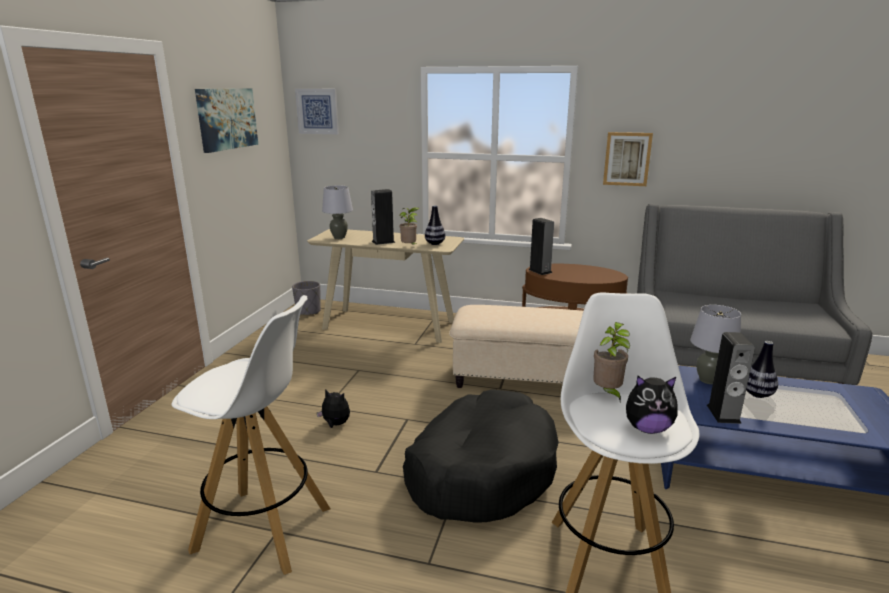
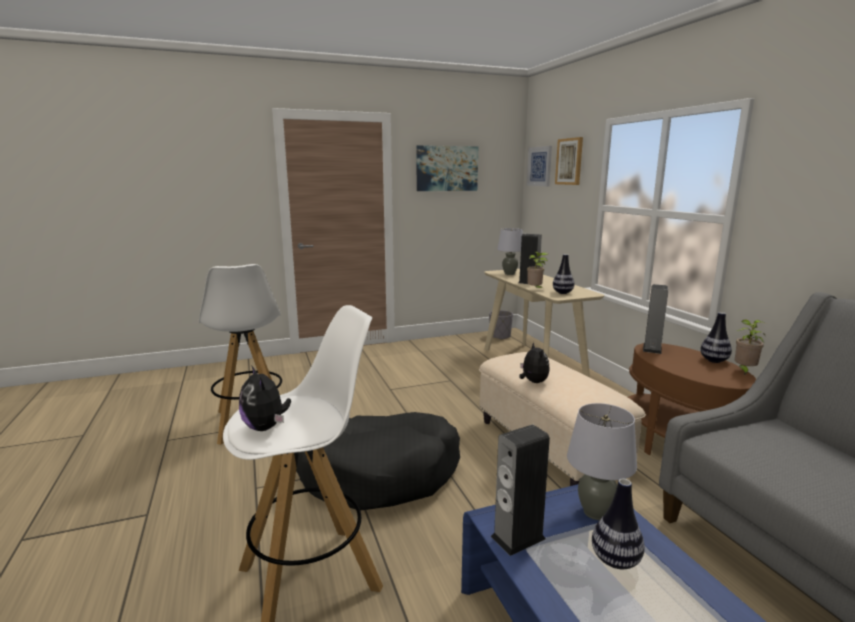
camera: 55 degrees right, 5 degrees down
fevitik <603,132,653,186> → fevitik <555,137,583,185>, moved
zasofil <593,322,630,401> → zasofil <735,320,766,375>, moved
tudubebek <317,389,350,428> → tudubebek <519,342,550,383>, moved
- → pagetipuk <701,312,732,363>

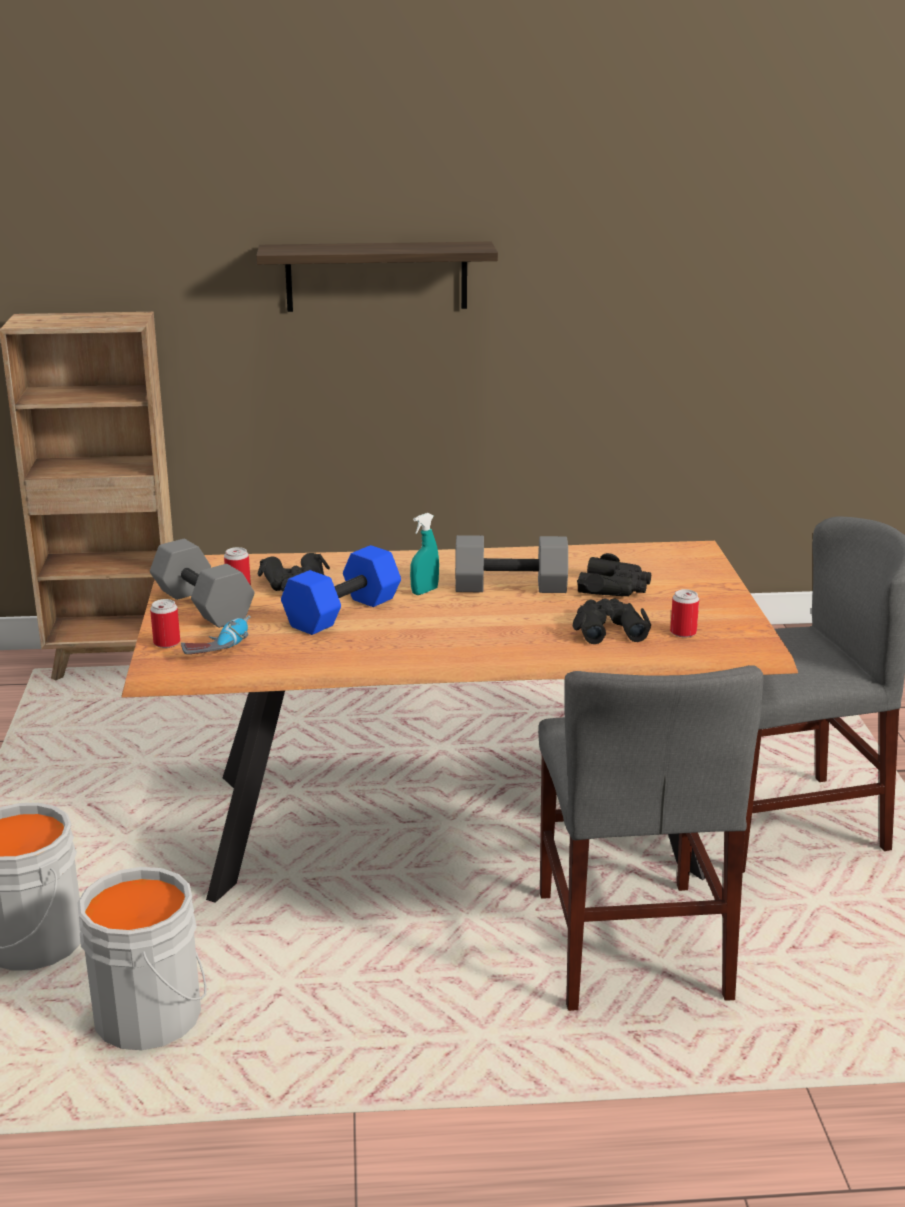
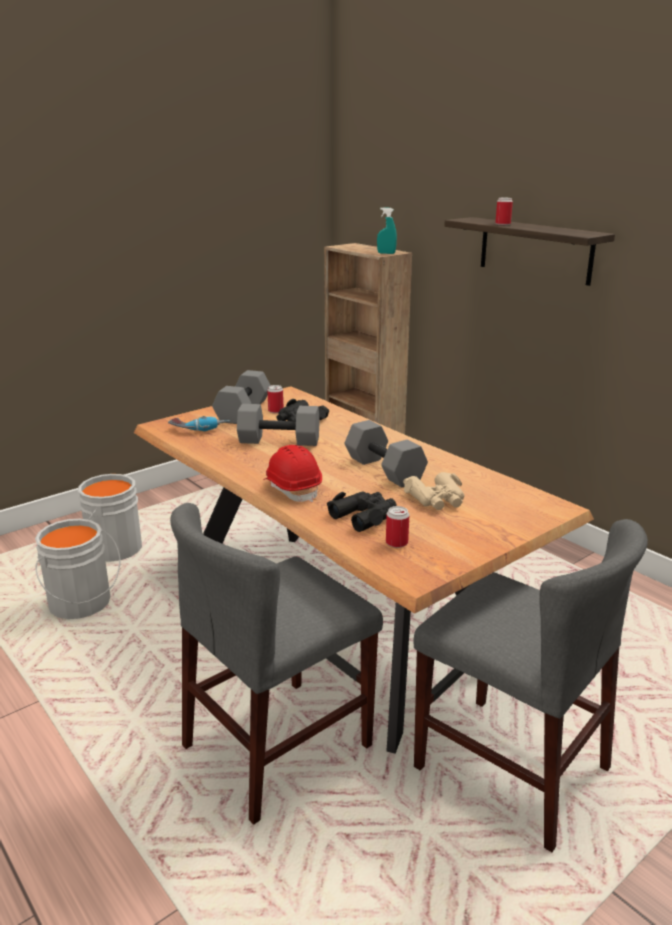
camera: 55 degrees right, 0 degrees up
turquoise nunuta <410,513,439,595> → turquoise nunuta <377,207,397,254>, moved
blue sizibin <281,545,401,635> → grey sizibin <237,404,320,446>
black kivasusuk <577,553,651,596> → beige kivasusuk <403,472,464,510>
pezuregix <150,599,180,648> → pezuregix <495,198,513,225>, moved
- → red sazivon <263,445,322,502>

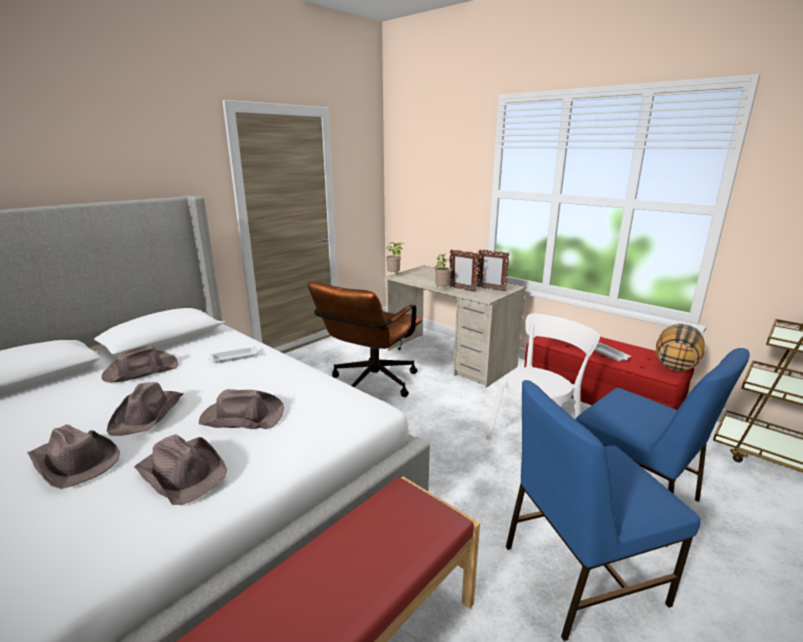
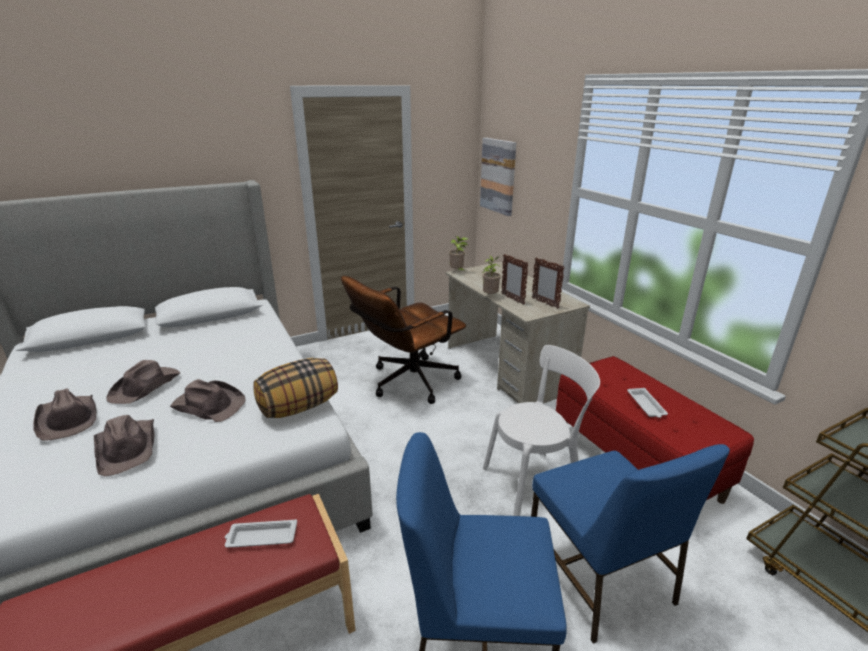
camera: 20 degrees right, 5 degrees up
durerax <656,324,705,371> → durerax <253,358,338,418>, moved
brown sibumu <102,345,178,383> → -
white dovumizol <208,346,258,364> → white dovumizol <225,519,297,548>, moved
- → fevitik <480,138,516,216>

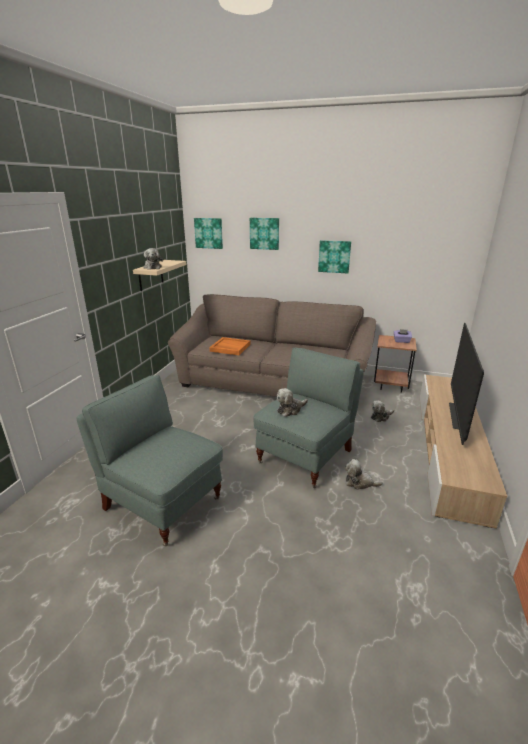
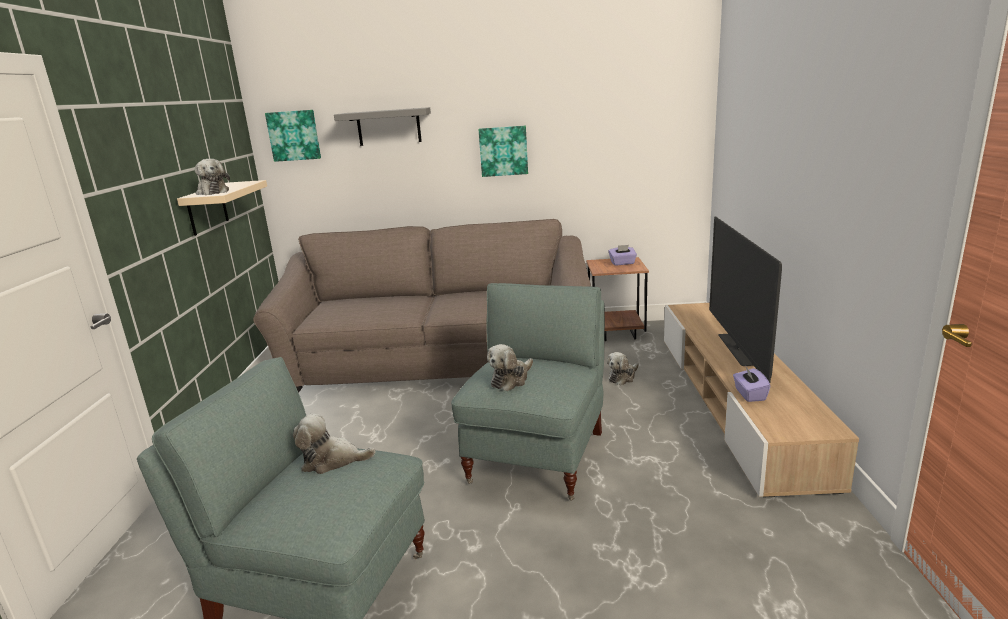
camera: 15 degrees left, 5 degrees down
fevitik <250,218,279,250> → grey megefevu <334,107,431,146>
orange dovumizol <209,337,250,355> → -
tudubebek <345,459,383,490> → tudubebek <293,414,376,474>, moved
- → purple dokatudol <733,365,771,402>

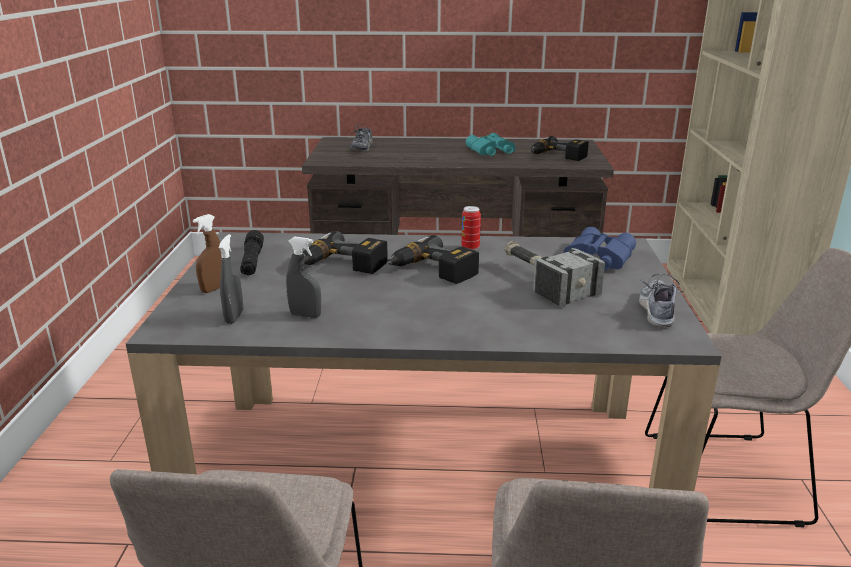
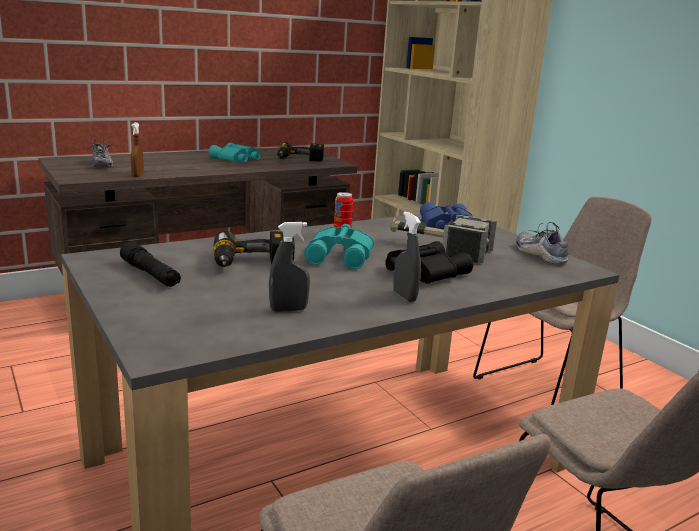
camera: 35 degrees left, 5 degrees down
brown nunuta <193,214,222,293> → brown nunuta <131,122,144,177>, moved
grey nunuta <218,234,243,324> → grey nunuta <393,211,421,302>, moved
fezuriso <386,235,479,284> → turquoise kivasusuk <304,224,374,269>
- → black kivasusuk <385,241,473,284>

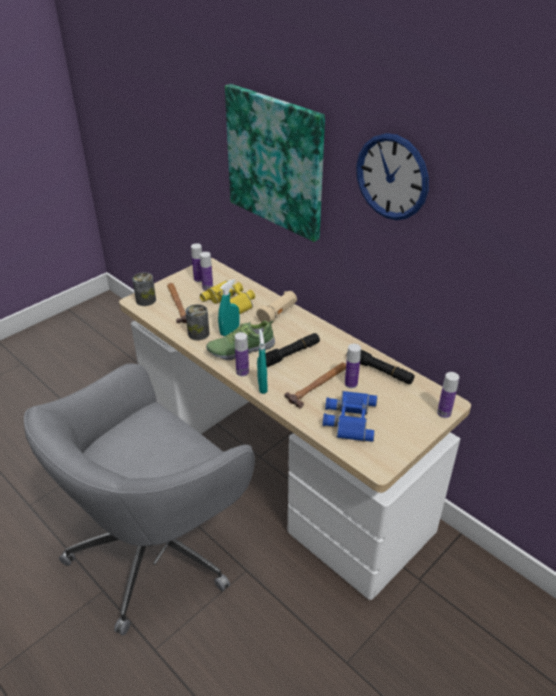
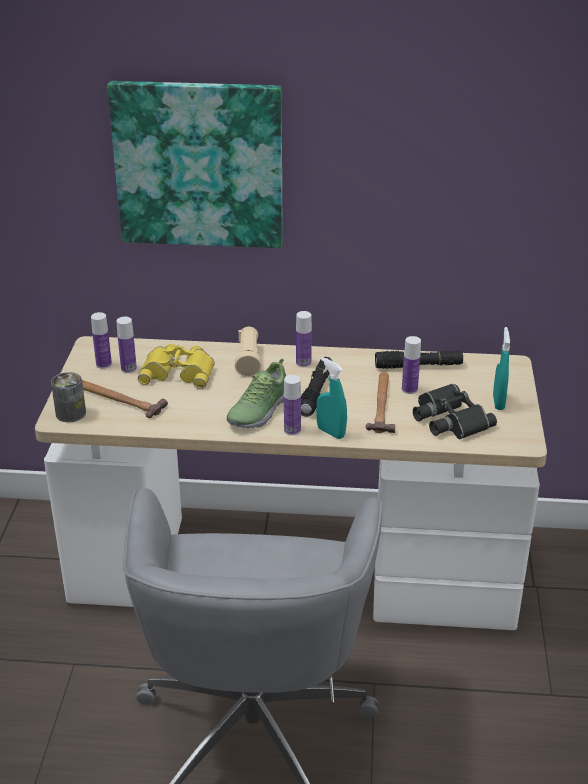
camera: 40 degrees left, 5 degrees down
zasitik <356,133,429,220> → -
turquoise nunuta <218,279,240,336> → turquoise nunuta <493,327,510,410>, moved
pezuregix <186,304,209,341> → -
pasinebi <437,372,459,418> → pasinebi <296,311,312,367>, moved
blue kivasusuk <323,391,377,442> → black kivasusuk <413,384,497,439>

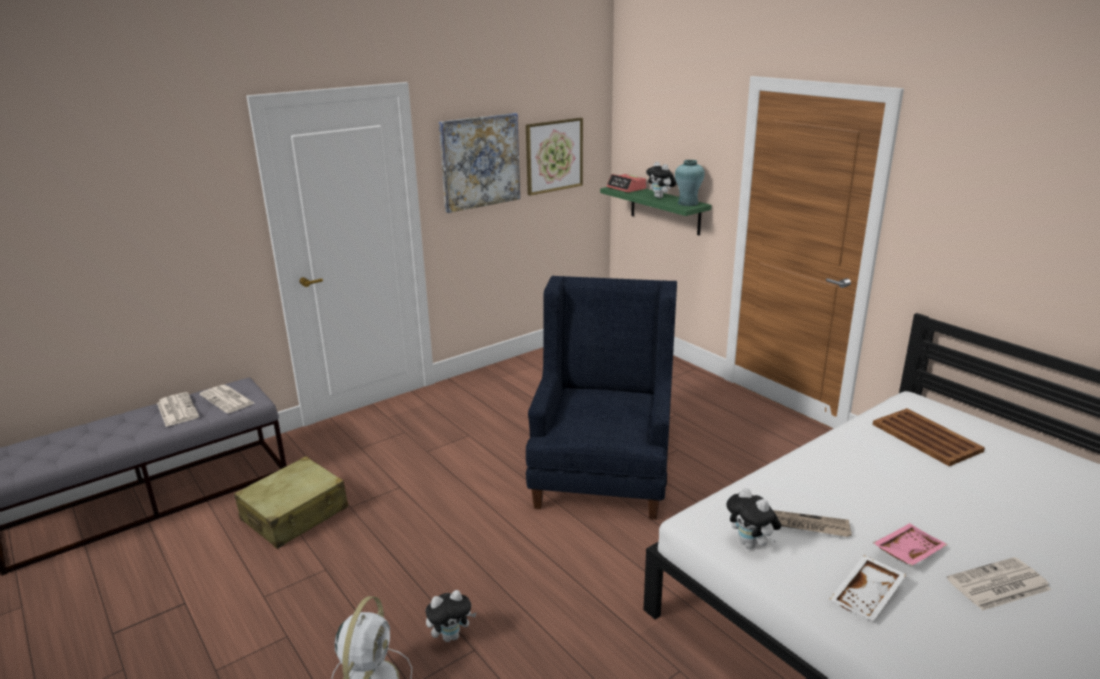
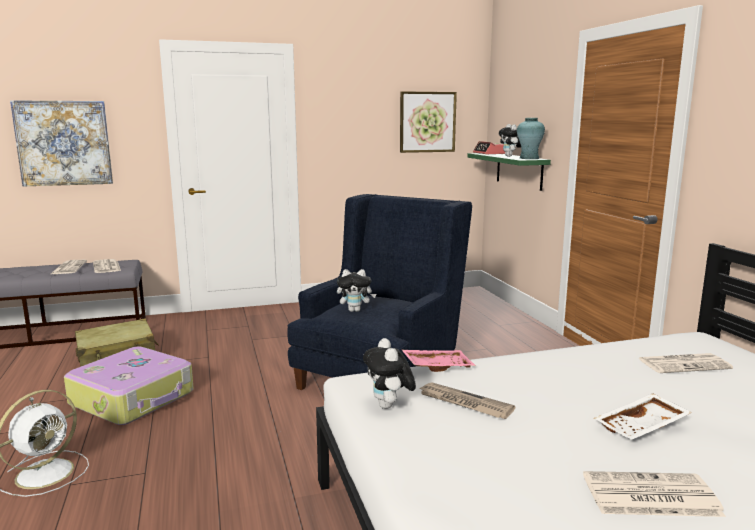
camera: 20 degrees right, 10 degrees down
fevitik <439,113,520,213> → fevitik <10,100,113,186>, moved
brown dovumizol <872,408,985,466> → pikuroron <639,353,733,373>
pink dovumizol <873,523,948,566> → pink dovumizol <402,350,476,372>, moved
white dovumizol <830,555,907,621> → white dovumizol <594,393,692,440>, moved
tudubebek <426,590,477,642> → tudubebek <337,269,376,312>, moved
- → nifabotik <64,346,194,425>

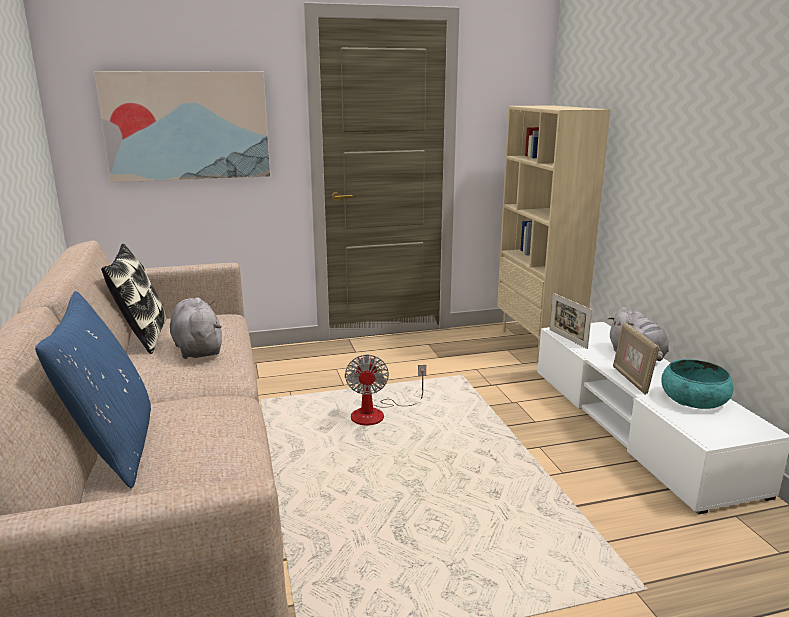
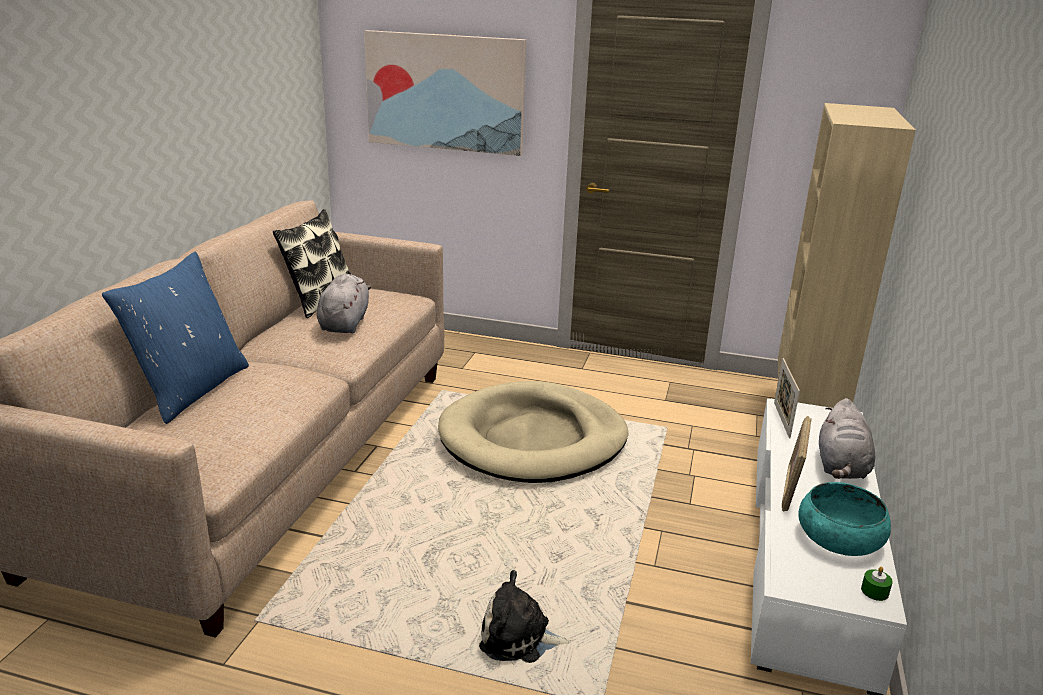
camera: 30 degrees right, 5 degrees up
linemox <345,354,426,425> → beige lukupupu <438,381,628,483>
- → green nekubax <861,566,893,601>
- → tudubebek <479,570,571,663>

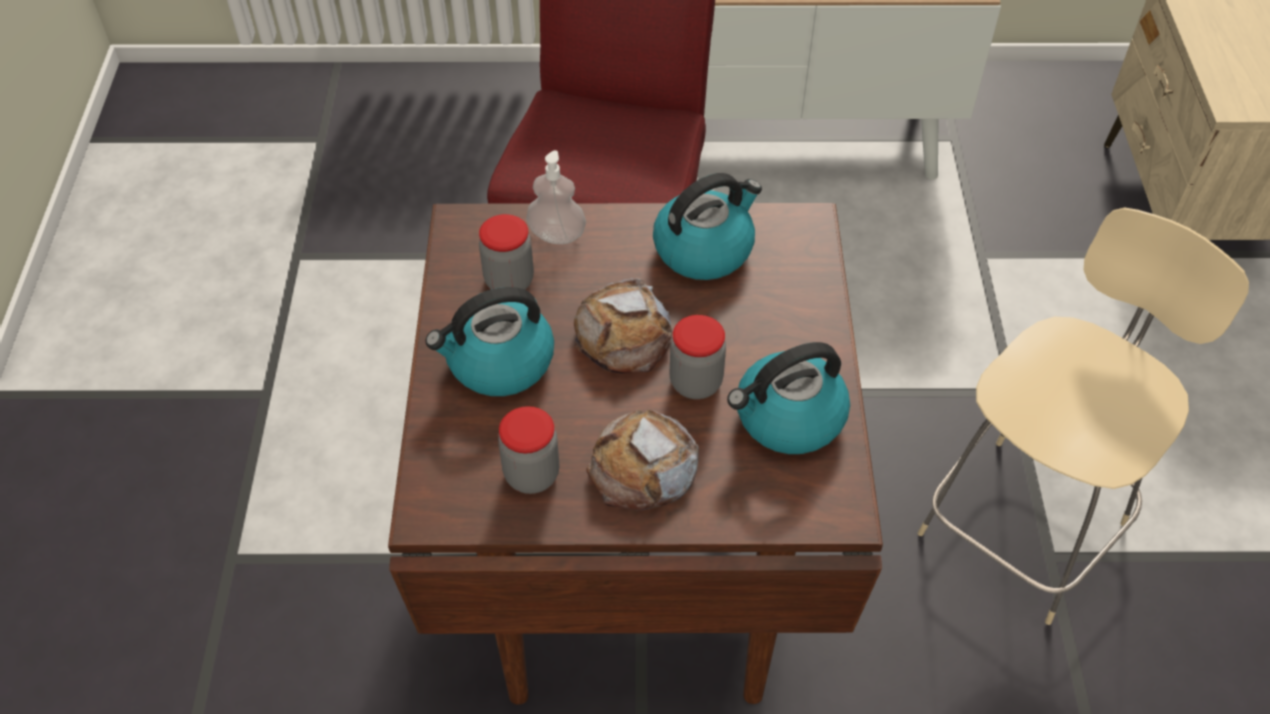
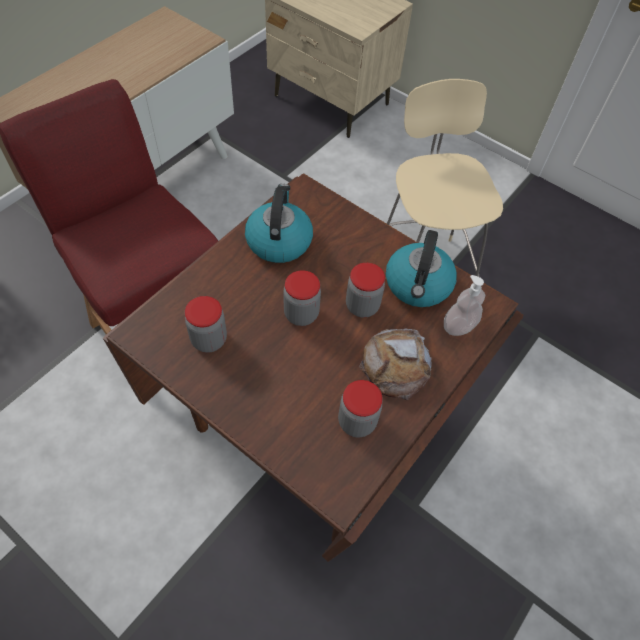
camera: 55 degrees left, 5 degrees up
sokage <526,150,586,244> → sokage <444,275,485,336>, moved
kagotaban <573,278,672,374> → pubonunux <284,270,321,326>
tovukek <426,287,554,396> → -

